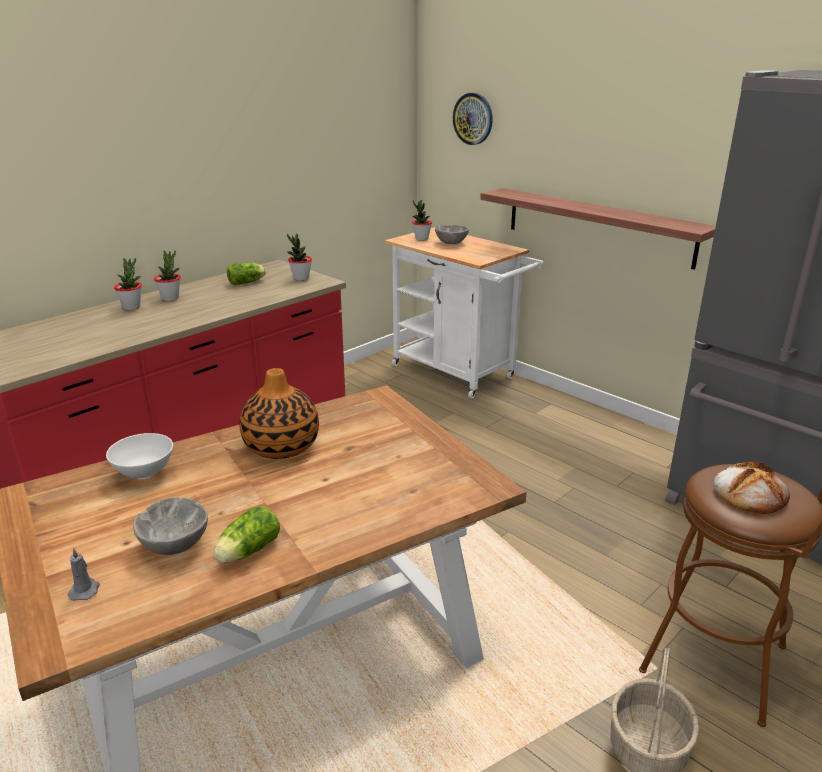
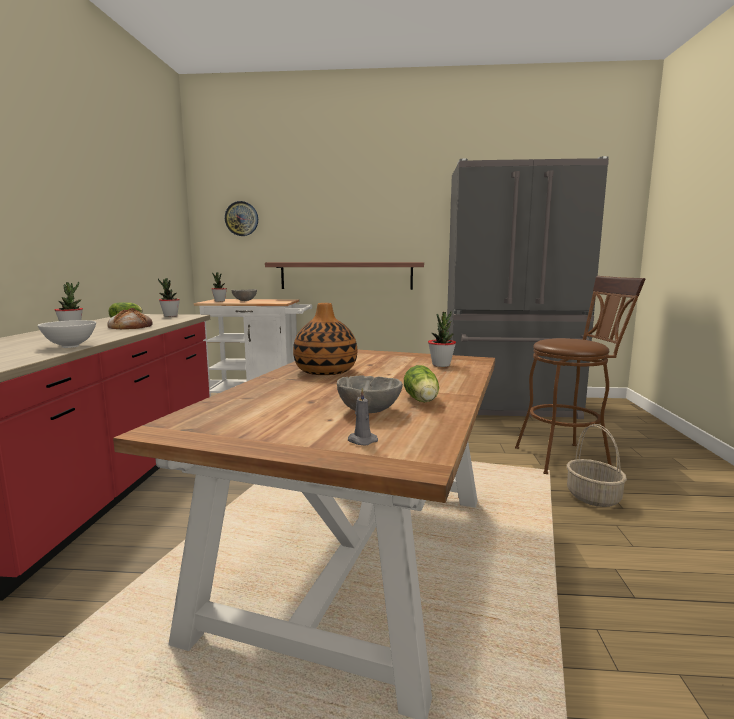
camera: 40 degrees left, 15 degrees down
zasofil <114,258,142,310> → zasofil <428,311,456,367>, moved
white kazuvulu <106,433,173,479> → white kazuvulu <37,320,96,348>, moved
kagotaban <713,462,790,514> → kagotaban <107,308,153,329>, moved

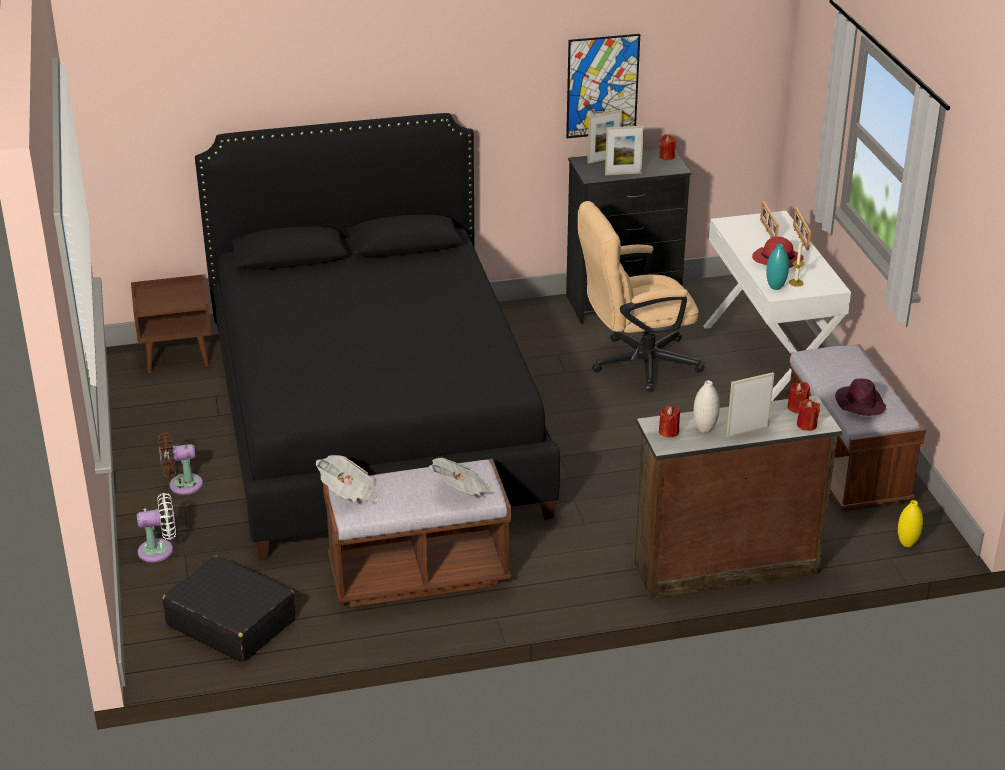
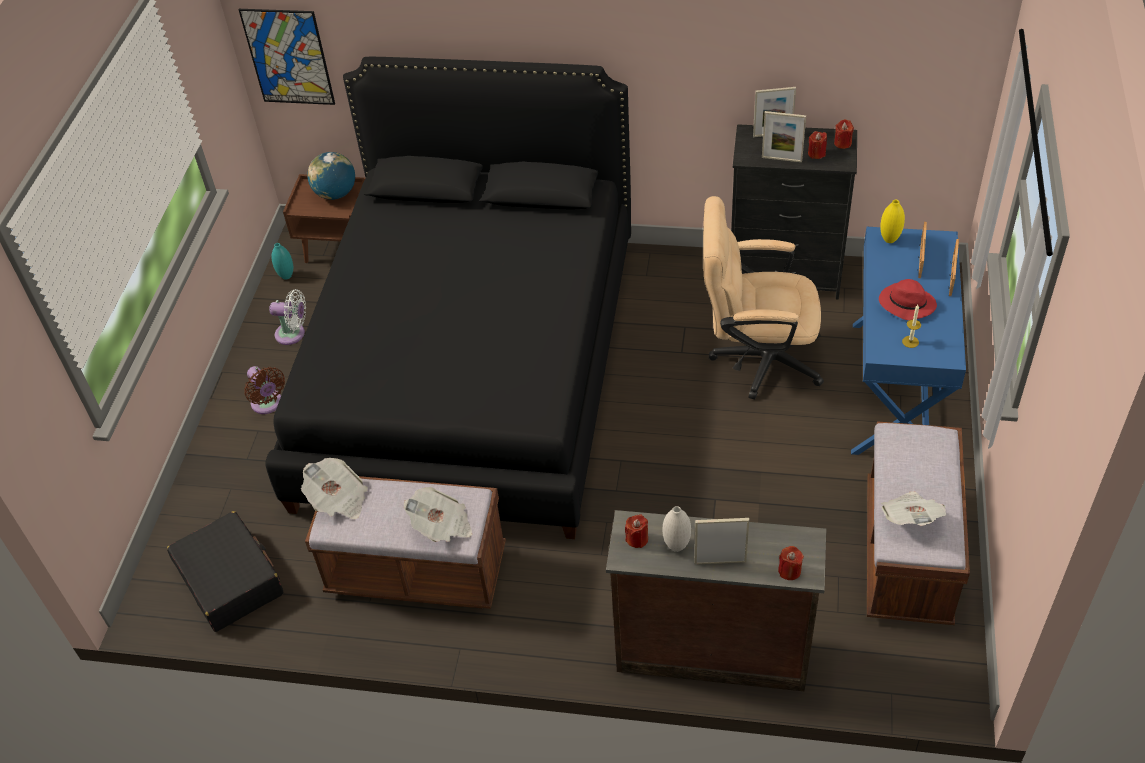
camera: 25 degrees right, 15 degrees up
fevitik <566,34,640,138> → fevitik <239,9,335,105>, moved
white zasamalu <703,211,851,401> → blue zasamalu <851,227,966,455>
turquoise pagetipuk <766,244,789,290> → turquoise pagetipuk <272,243,293,279>, moved
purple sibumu <835,379,886,416> → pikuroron <881,492,947,526>
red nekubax <787,382,810,413> → red nekubax <808,131,827,159>, moved
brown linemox <158,433,203,495> → brown linemox <244,366,285,414>, 135 degrees counterclockwise
white linemox <137,493,176,563> → white linemox <269,289,306,345>, moved
yellow pagetipuk <898,500,923,547> → yellow pagetipuk <880,199,905,243>, moved
- → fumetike <307,152,355,200>

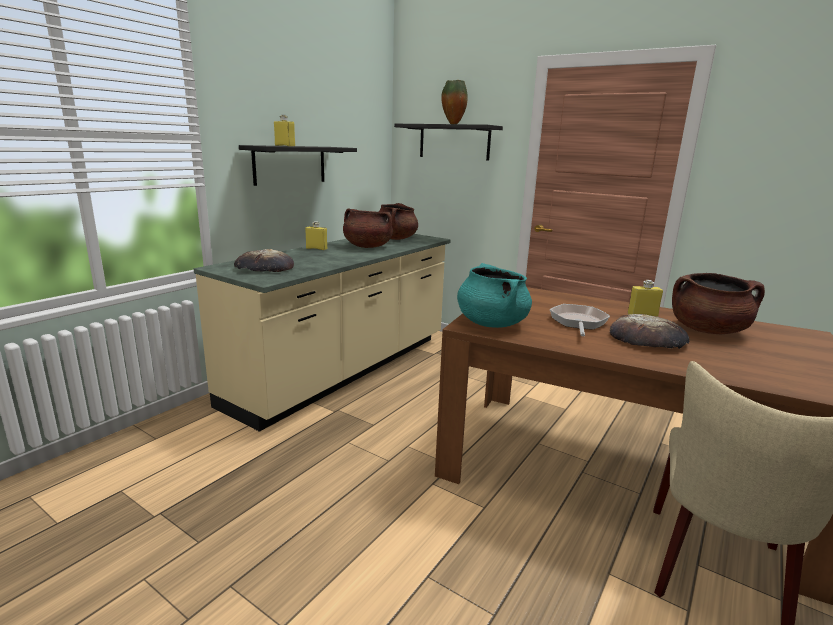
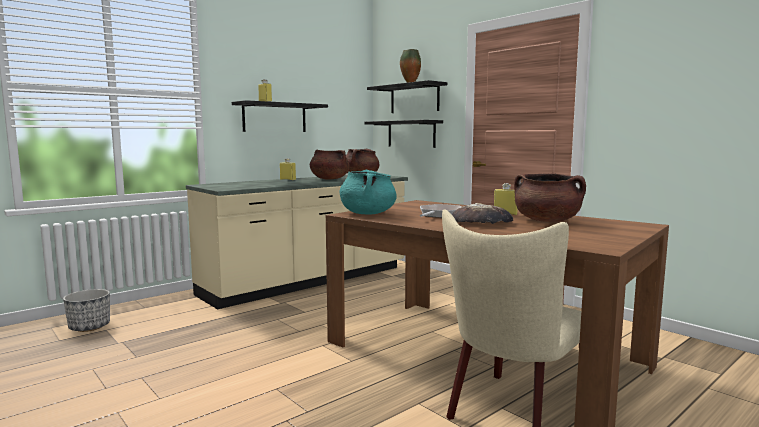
camera: 15 degrees right, 10 degrees down
kagotaban <234,249,294,272> → -
- → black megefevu <365,120,443,148>
- → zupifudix <63,289,110,332>

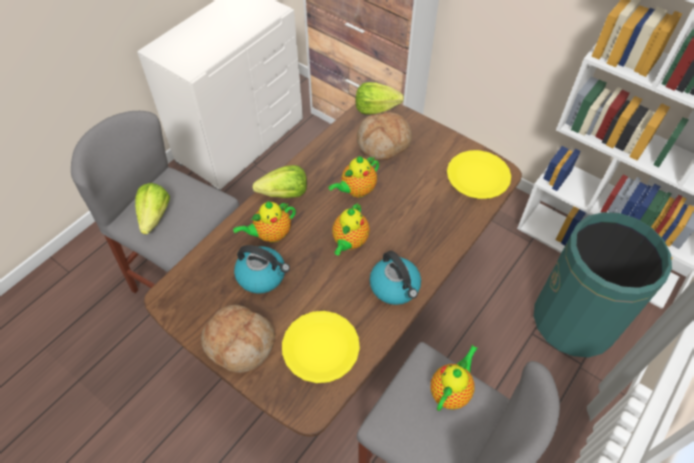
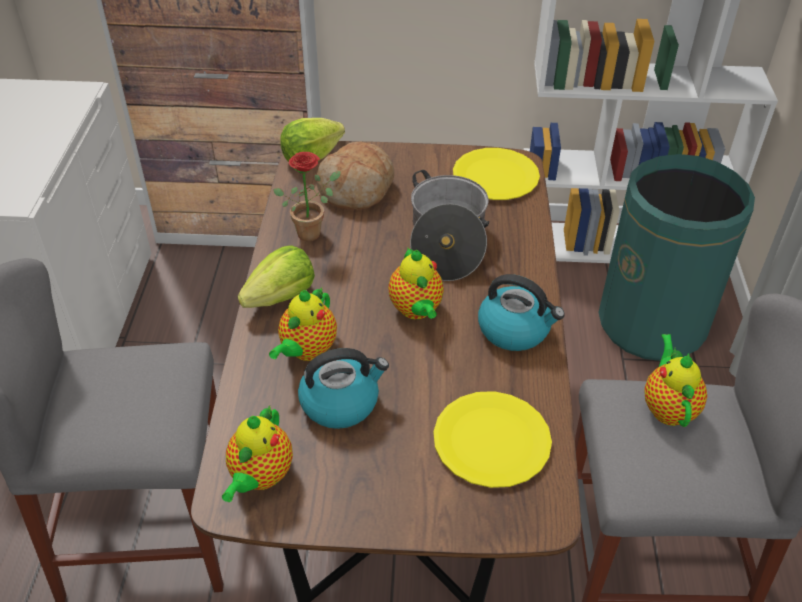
camera: 35 degrees left, 10 degrees down
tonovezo <328,156,379,197> → tonovezo <222,405,293,502>, moved
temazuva <135,183,170,234> → -
kagotaban <201,305,275,373> → -
- → zasofil <273,152,341,241>
- → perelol <410,170,489,281>

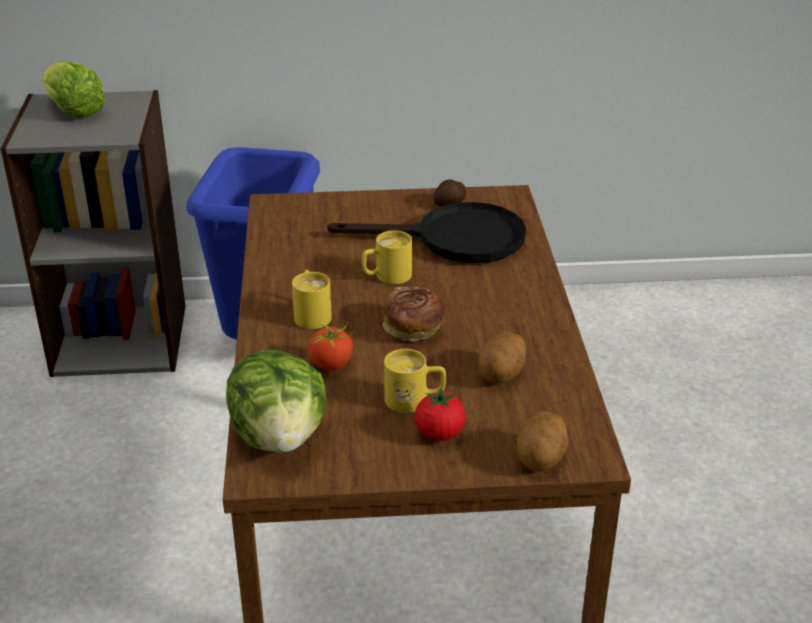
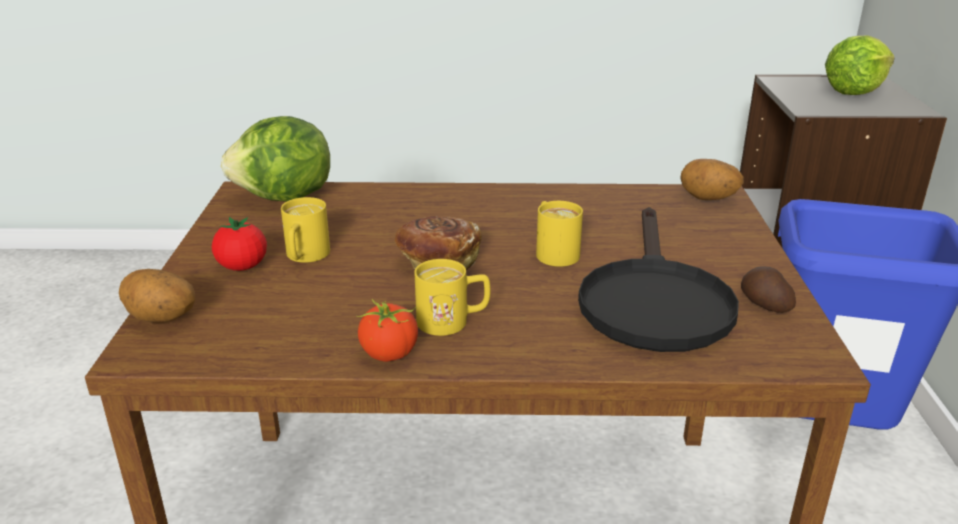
camera: 95 degrees right, 5 degrees down
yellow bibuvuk <292,270,332,329> → yellow bibuvuk <414,259,491,336>, moved
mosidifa <306,321,355,371> → mosidifa <356,299,418,362>, moved
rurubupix <479,332,526,384> → rurubupix <680,159,744,200>, moved

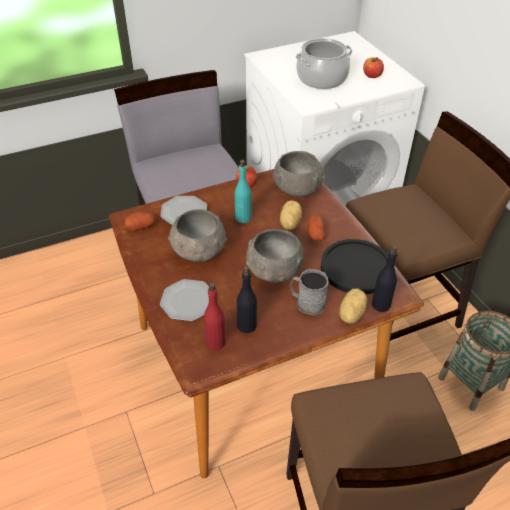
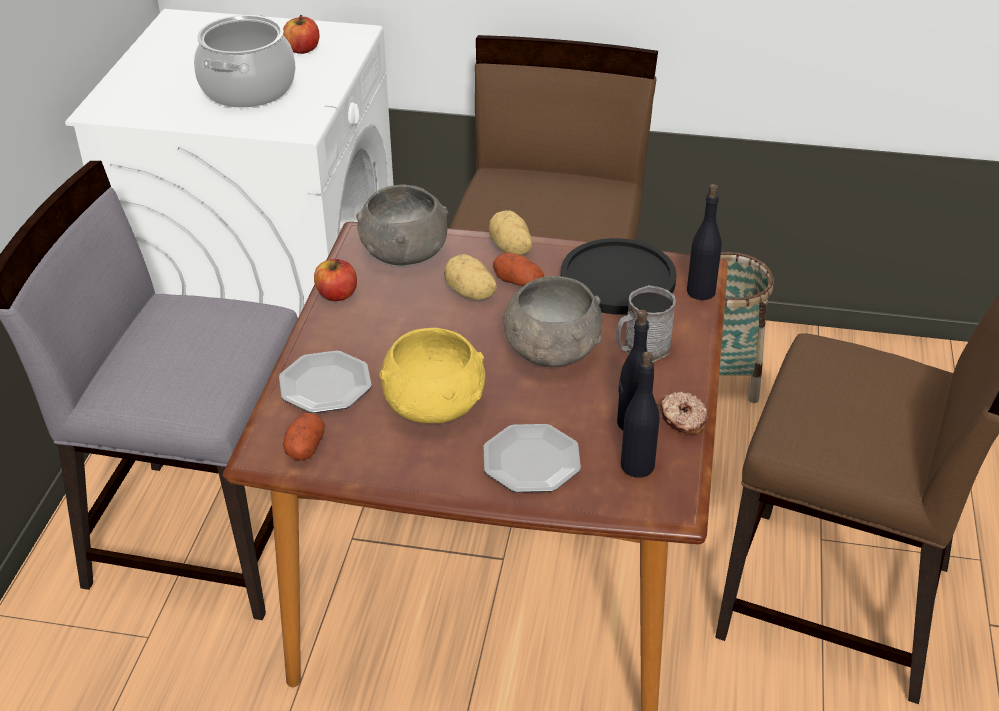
camera: 55 degrees left, 5 degrees down
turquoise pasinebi <235,160,251,223> → -
grey kazuvulu <168,209,227,262> → yellow kazuvulu <379,328,485,423>
red pasinebi <204,283,226,350> → black pasinebi <621,351,659,478>
rurubupix <339,288,367,323> → rurubupix <489,210,533,255>, moved
- → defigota <661,392,708,434>

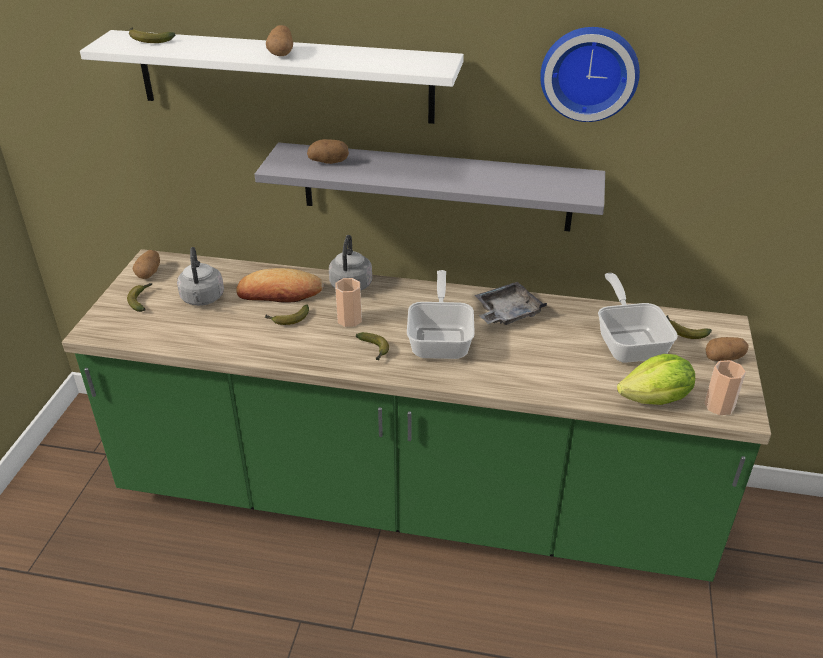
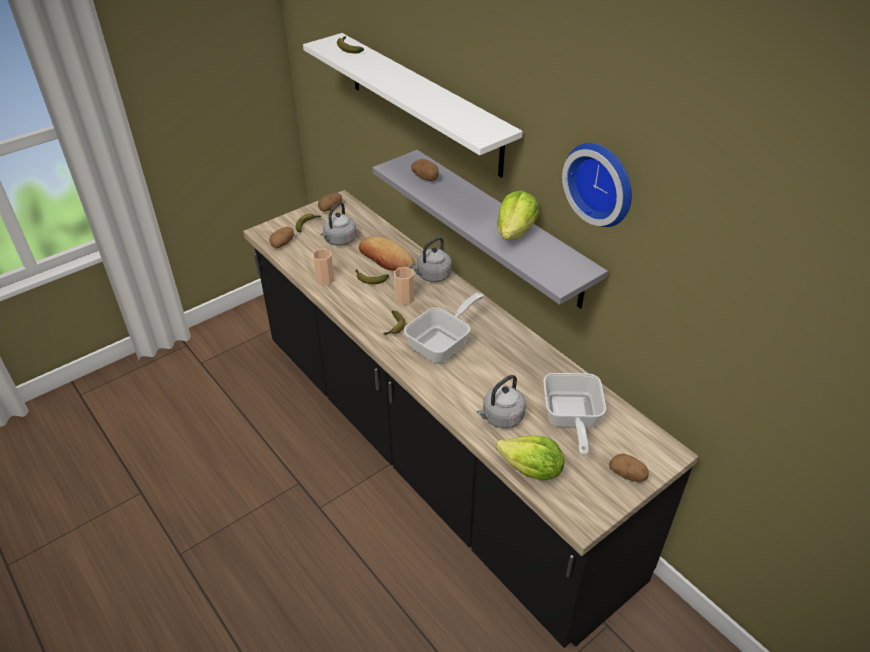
camera: 40 degrees right, 5 degrees up
rurubupix <266,25,293,56> → rurubupix <269,226,294,248>, moved
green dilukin <62,249,771,582> → black dilukin <243,190,699,648>
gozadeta <598,273,678,363> → gozadeta <543,373,606,456>, 150 degrees clockwise
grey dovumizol <474,282,547,325> → -
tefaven <666,315,712,339> → -
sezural <704,360,746,415> → sezural <312,248,335,286>, moved
- → temazuva <497,191,539,240>
- → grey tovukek <477,375,526,428>

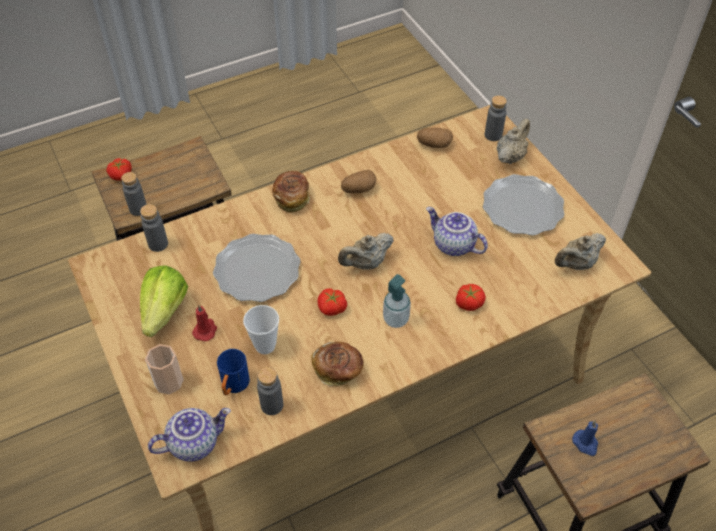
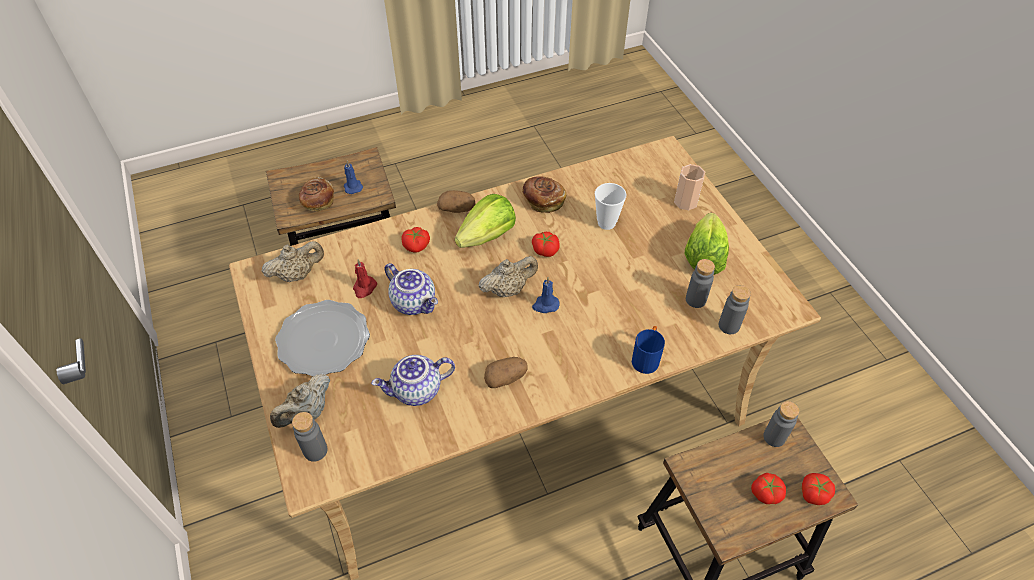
camera: 175 degrees left, 0 degrees up
rurubupix <417,128,453,148> → rurubupix <437,190,476,213>, moved
kagotaban <272,171,310,212> → kagotaban <299,177,334,211>, moved
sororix <213,234,301,302> → -
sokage <383,274,411,328> → temazuva <455,194,516,248>
red nekubax <192,305,217,341> → red nekubax <353,259,377,298>, moved
blue bibuvuk <217,349,250,395> → blue bibuvuk <632,326,665,374>, moved
grey pasinebi <257,367,283,415> → grey pasinebi <686,259,715,308>, moved
tonovezo <148,408,231,462> → tonovezo <371,355,455,406>, moved
- → blue nekubax <532,277,560,313>
- → mosidifa <751,473,786,504>

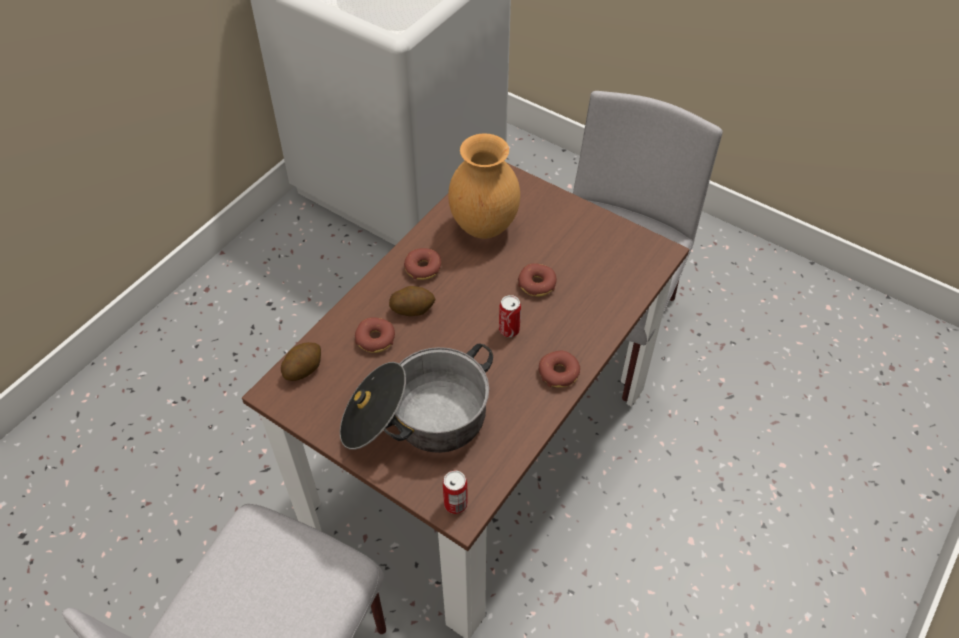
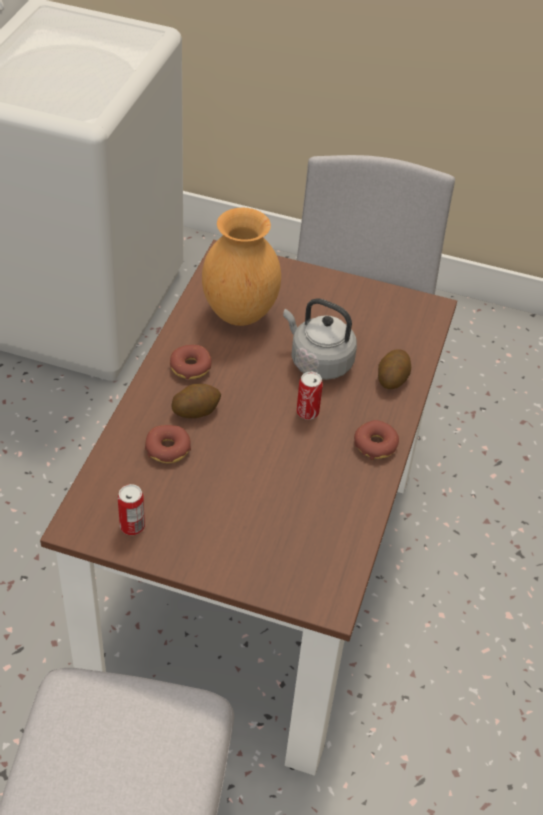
camera: 20 degrees left, 5 degrees down
defigota <518,263,557,297> → grey tovukek <283,298,357,380>
rurubupix <281,342,321,381> → rurubupix <378,349,411,389>, moved
perelol <340,343,493,453> → -
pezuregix <443,470,468,514> → pezuregix <118,484,145,535>, moved

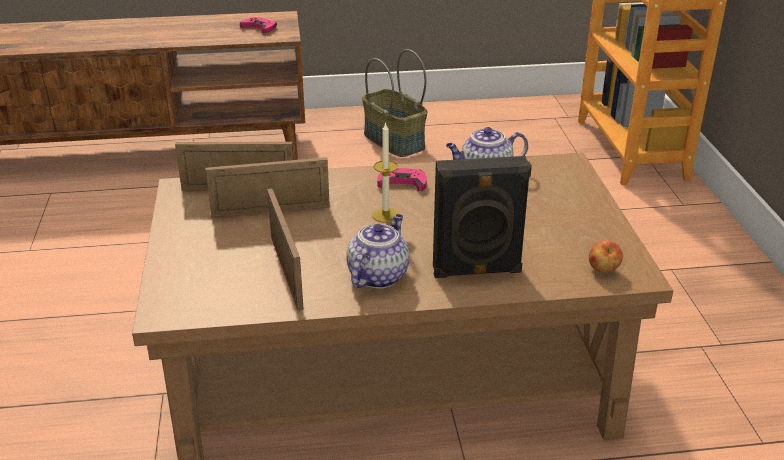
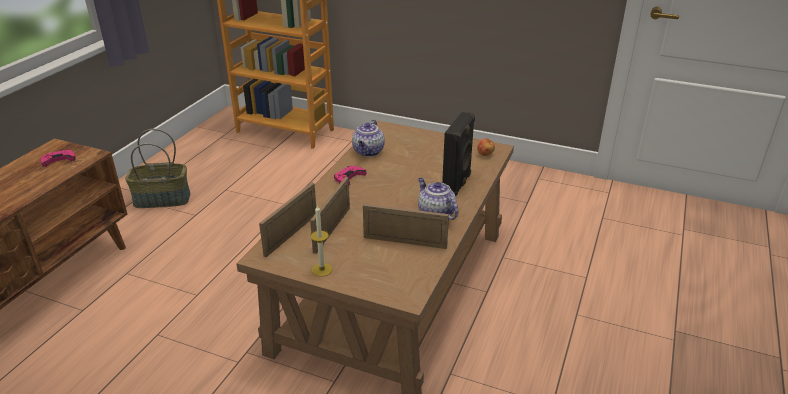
camera: 60 degrees left, 0 degrees up
nekubax <372,122,399,223> → nekubax <310,205,332,277>, moved

